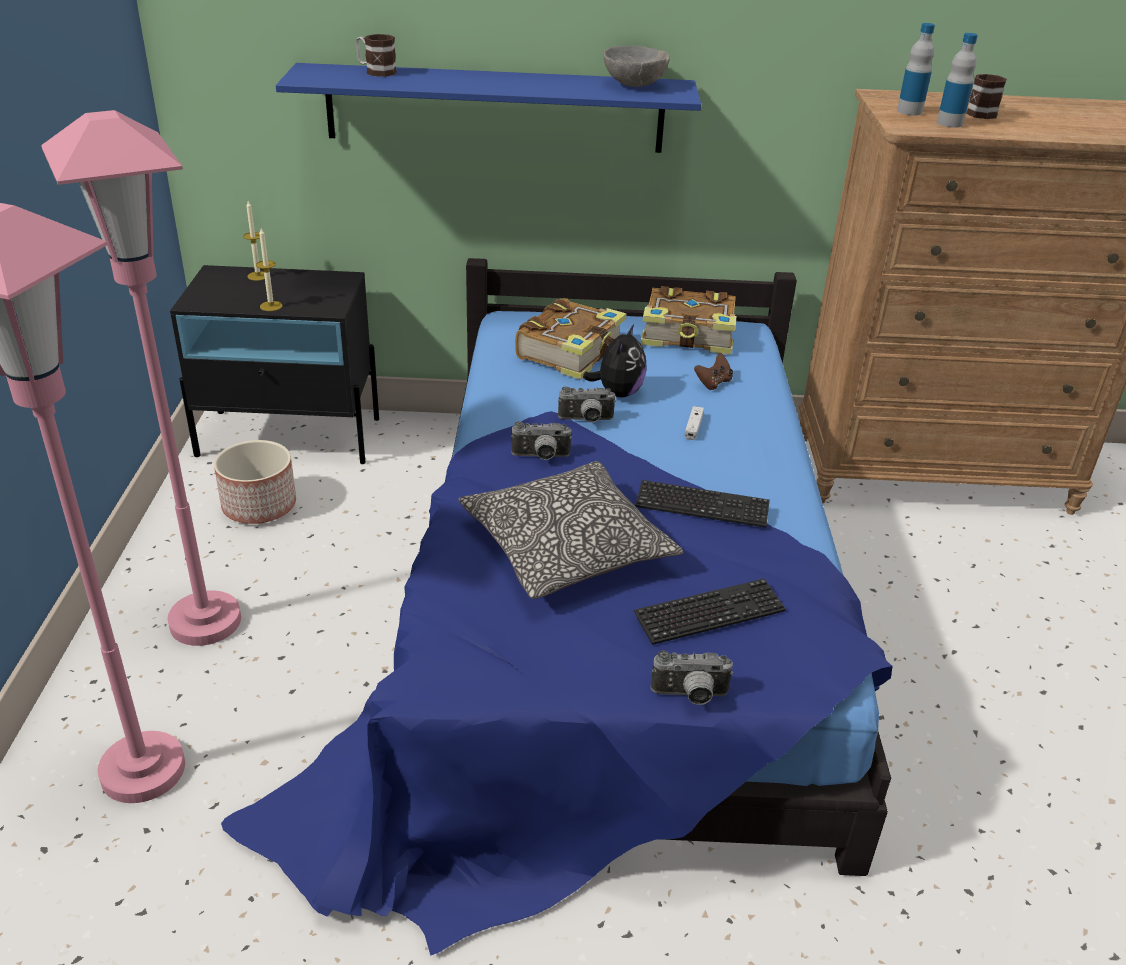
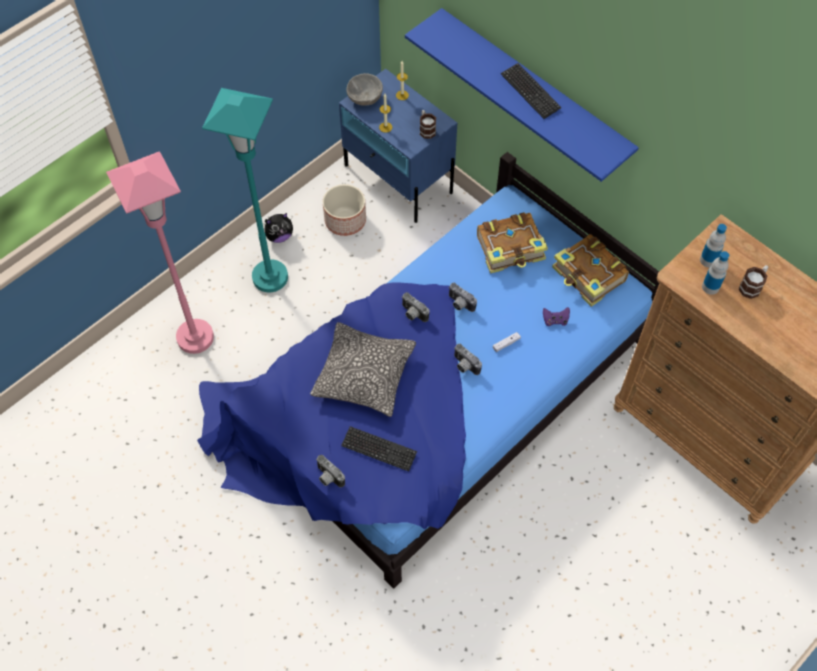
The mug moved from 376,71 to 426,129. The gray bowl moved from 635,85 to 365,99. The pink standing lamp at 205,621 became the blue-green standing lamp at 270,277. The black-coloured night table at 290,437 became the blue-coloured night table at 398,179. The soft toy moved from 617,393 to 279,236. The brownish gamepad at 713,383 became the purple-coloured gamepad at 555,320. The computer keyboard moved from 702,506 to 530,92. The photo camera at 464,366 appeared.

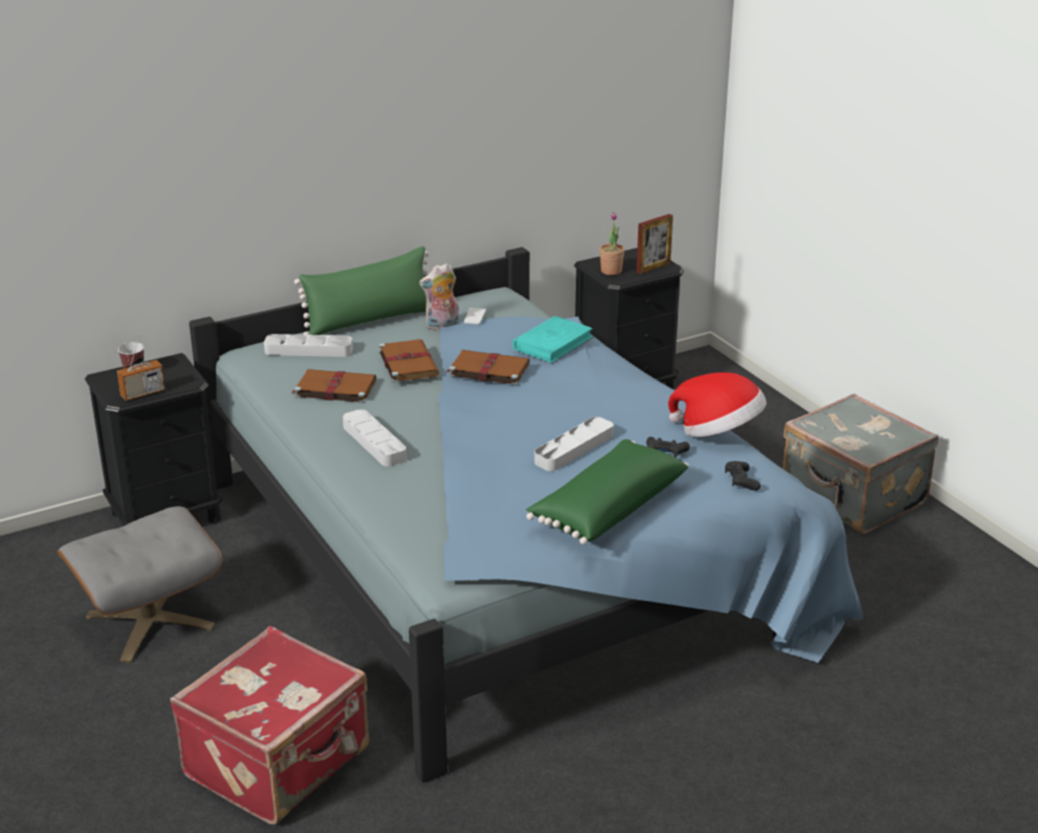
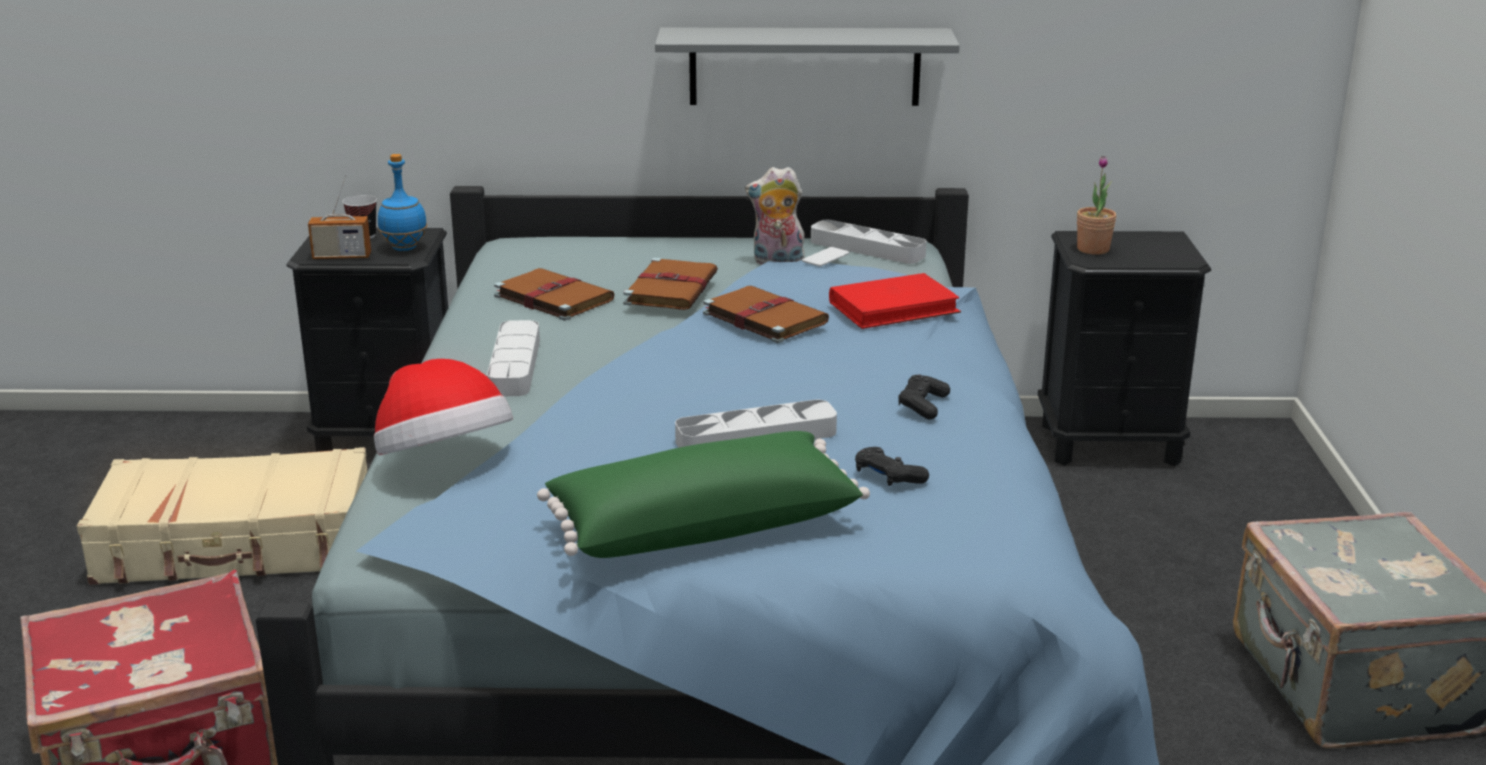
The photo frame at 653,268 disappeared. The green-coloured cushion at 370,321 disappeared. The blue-green book at 553,343 became the red book at 894,308. The gray tray moved from 308,350 to 867,248. The wearable hat moved from 718,432 to 444,462. The black-coloured gamepad moved from 741,481 to 923,405. The gray pouffe at 149,620 was replaced by the beige suitcase at 237,545. The gray wall shelf at 804,66 appeared. The blue-coloured beverage bottle at 404,248 appeared.

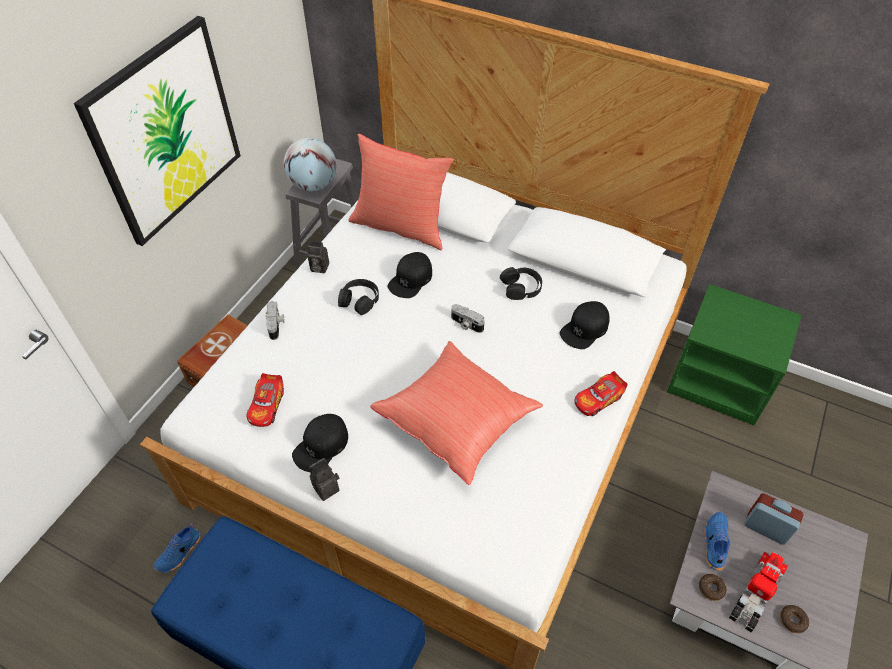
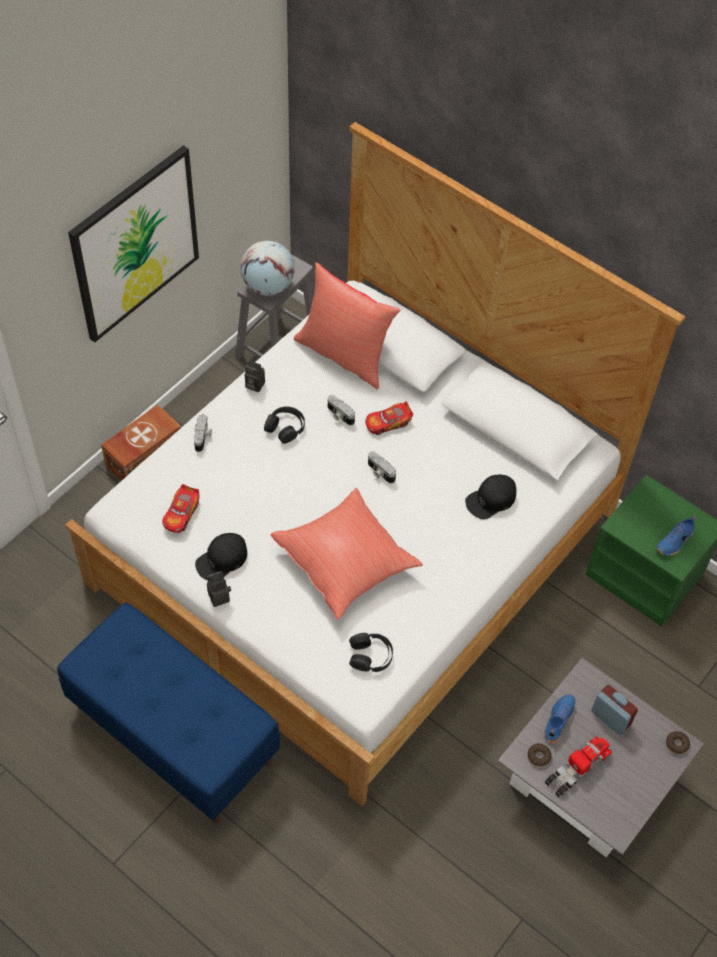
The black-coloured cap at 411,279 was replaced by the photo camera at 339,415. The black-coloured headset moved from 521,287 to 370,655. The model car moved from 598,399 to 388,422. The blue-coloured low shoe moved from 180,553 to 675,542. The donut moved from 792,620 to 677,744.

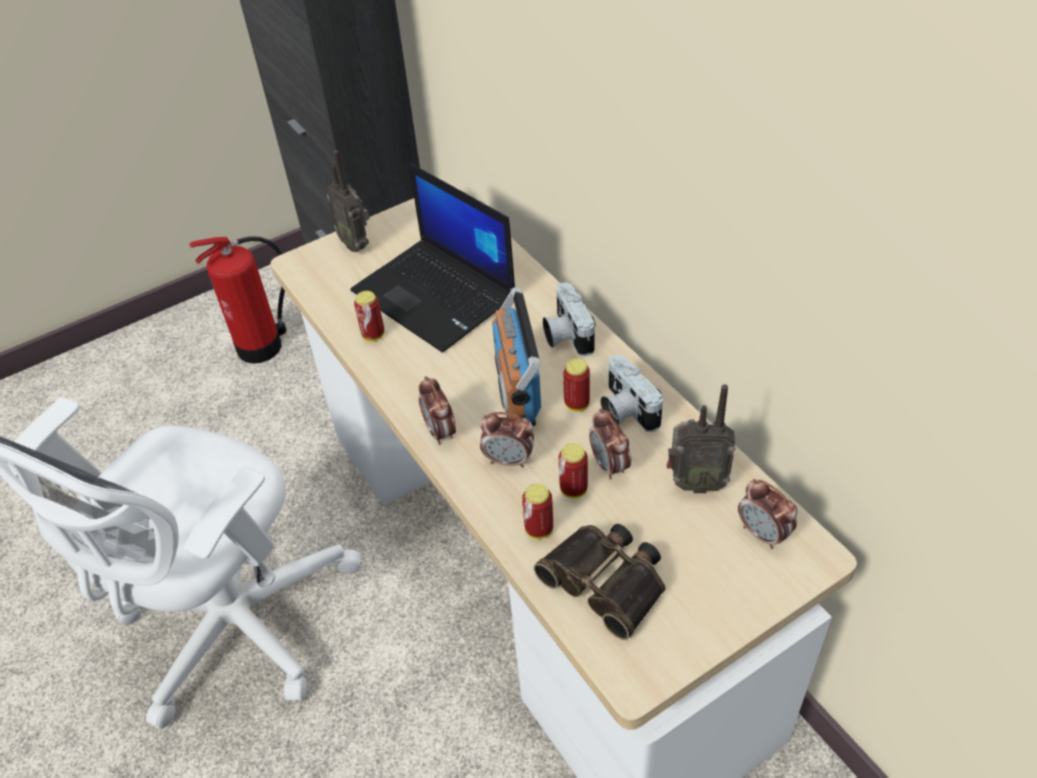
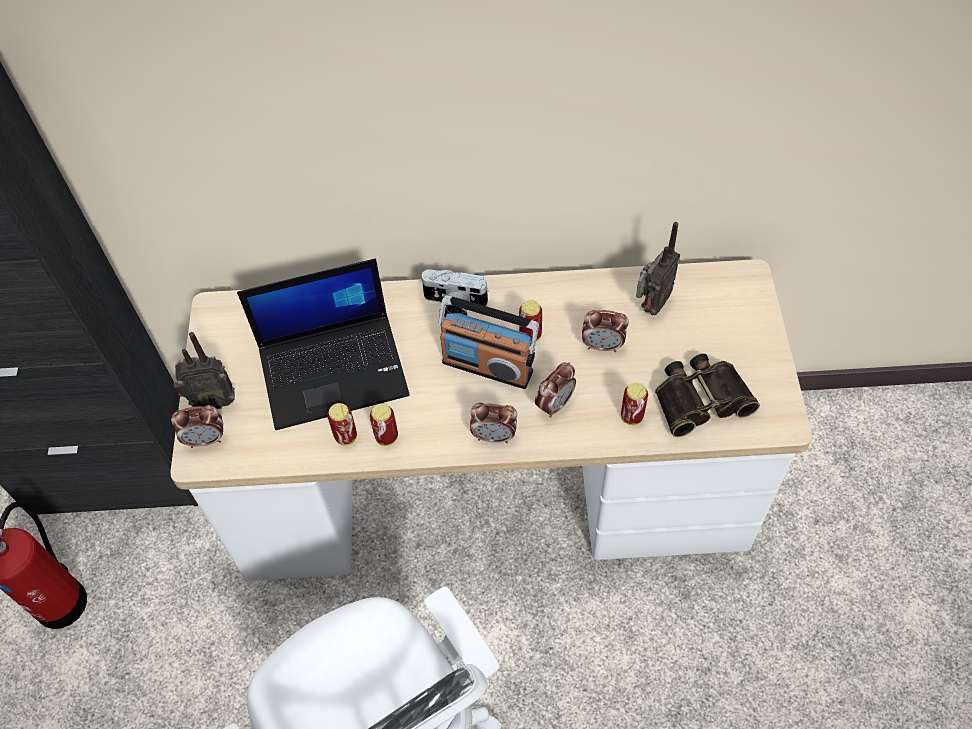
The photo camera at 624,410 disappeared. The sealed can moved from 573,489 to 386,437. The table clock moved from 763,534 to 206,439.

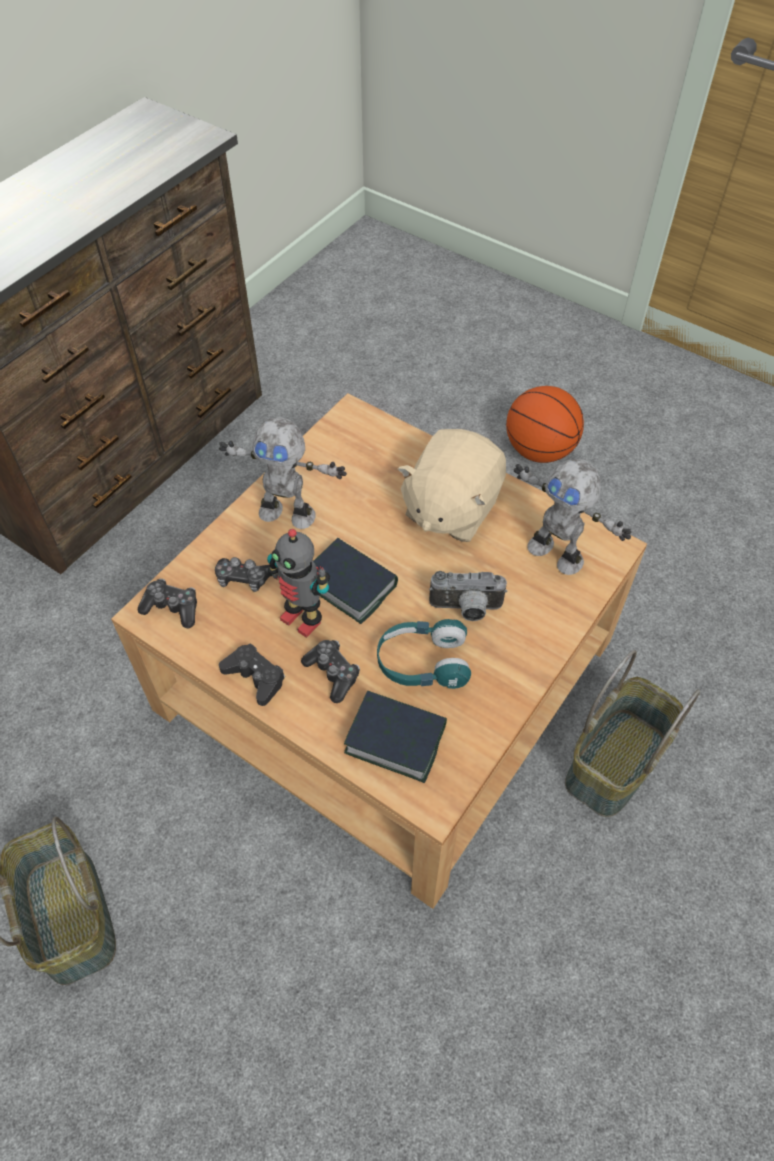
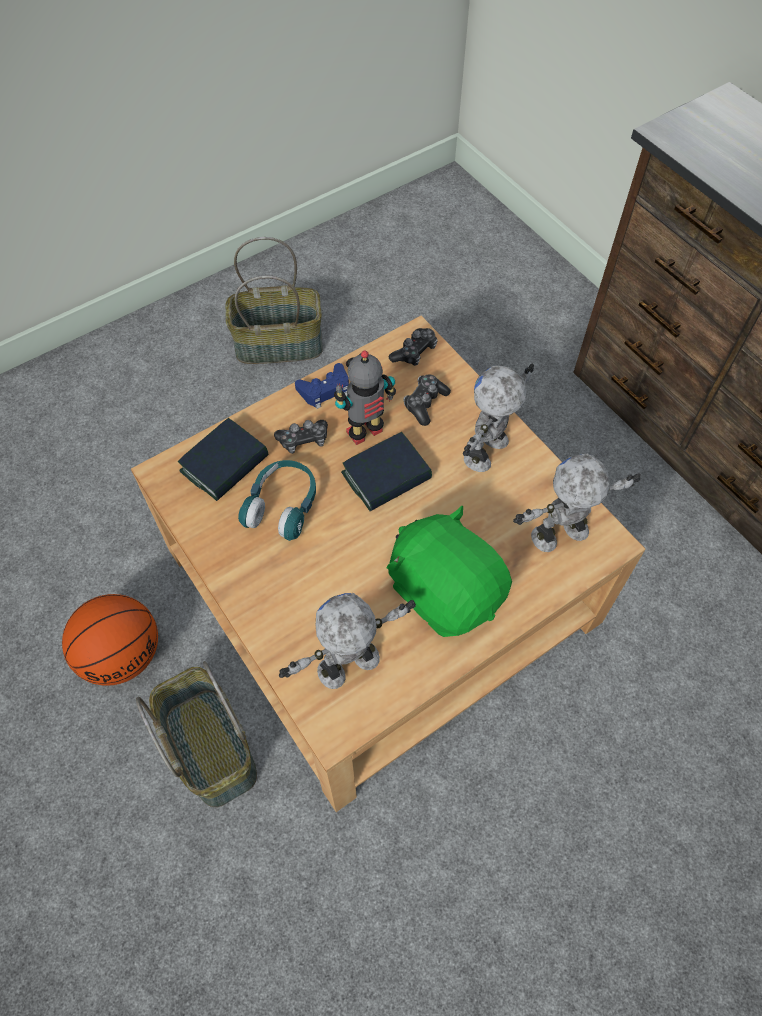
The basketball moved from 538,450 to 123,654. The beige soft toy at 450,508 became the green-coloured soft toy at 445,590. The photo camera at 466,609 disappeared. The black-coloured gamepad at 255,677 became the blue-coloured gamepad at 325,390. The model robot at 561,536 appeared.

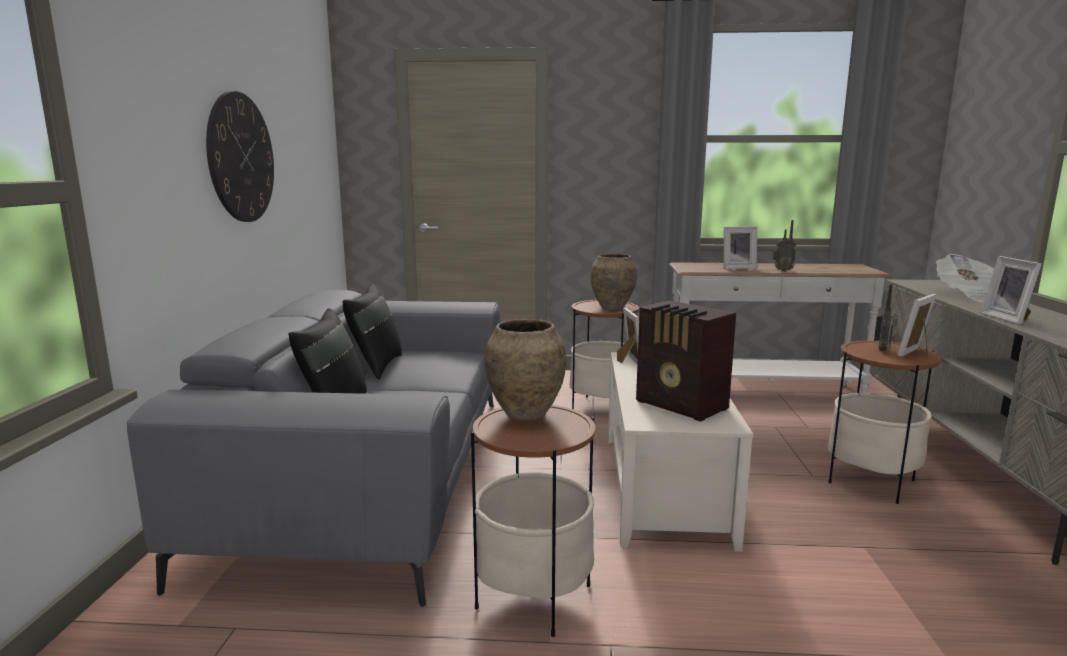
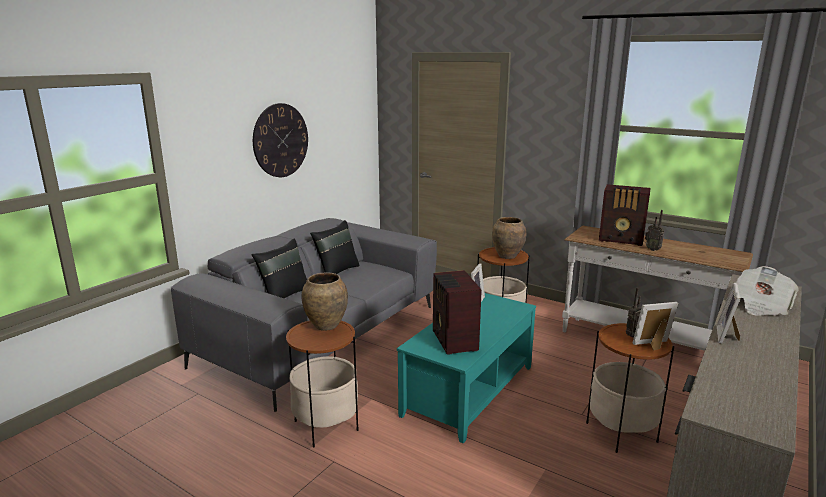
The photo frame at 737,267 was replaced by the radio receiver at 622,240. The beige low table at 663,486 became the blue-green low table at 469,390.

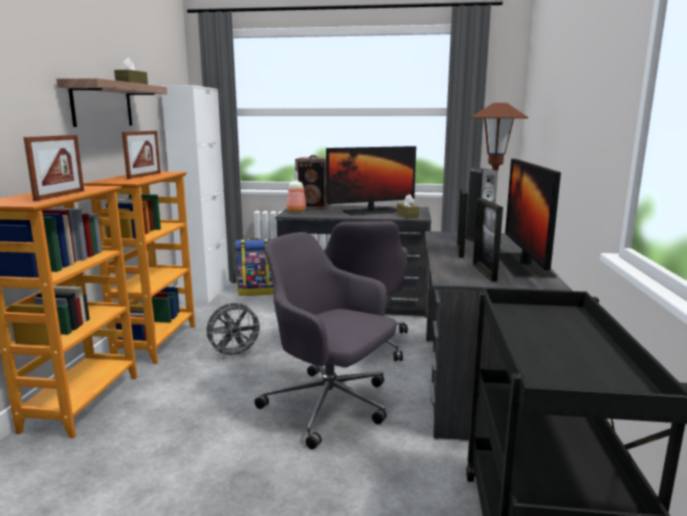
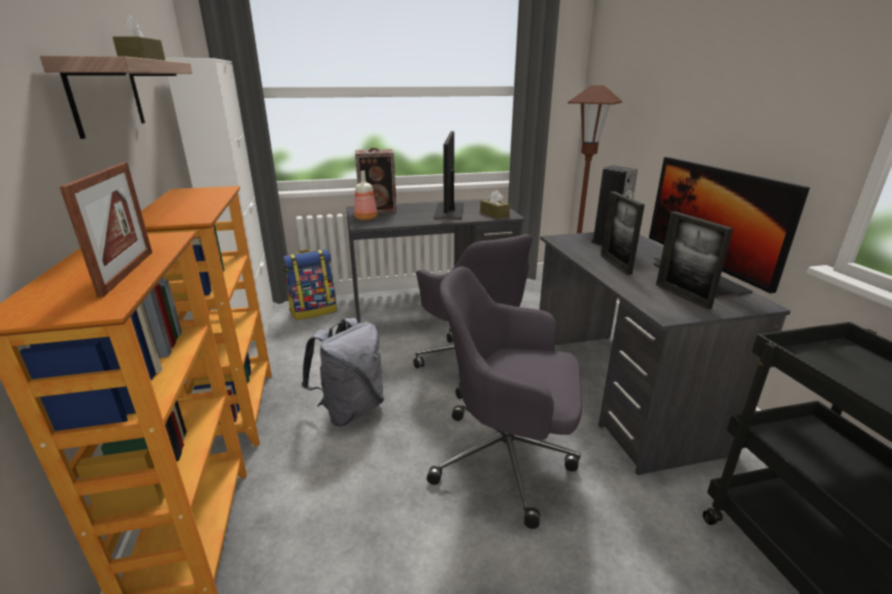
The photo frame at 144,176 disappeared. The computer display at 371,211 turned 135 degrees clockwise. The gray fan at 235,355 was replaced by the gray knapsack at 350,409.

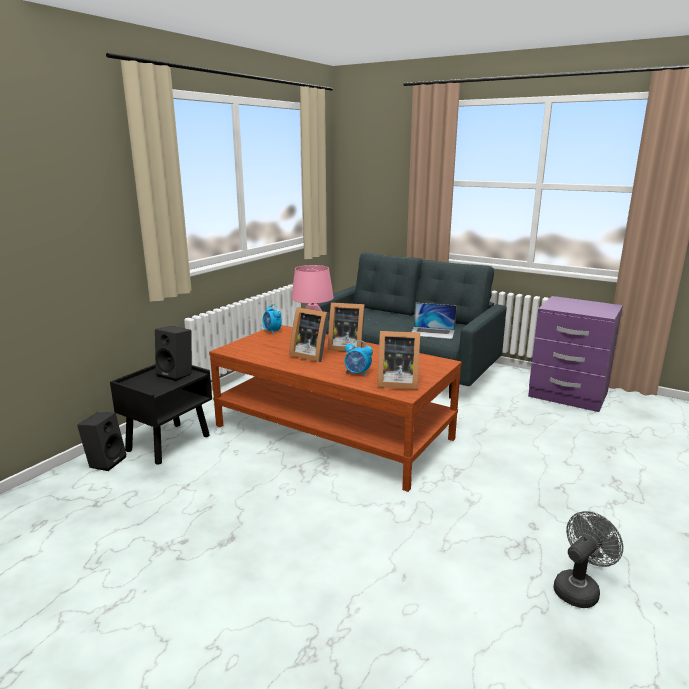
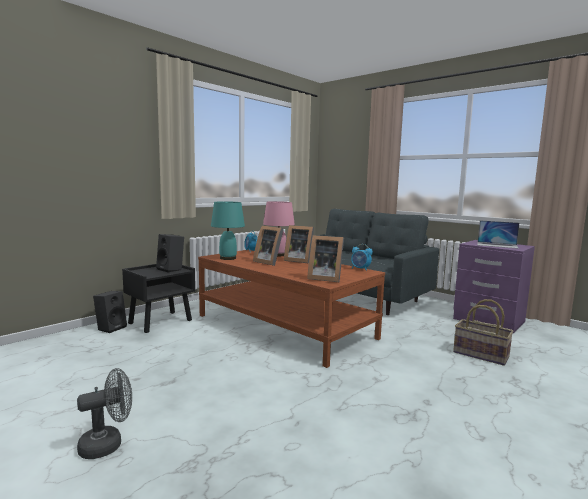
The notebook computer moved from 432,332 to 497,245. The table clock moved from 357,373 to 360,269. The gray fan moved from 579,588 to 108,444. The blue-green lamp for a table at 228,258 appeared. The storage basket at 480,355 appeared.

